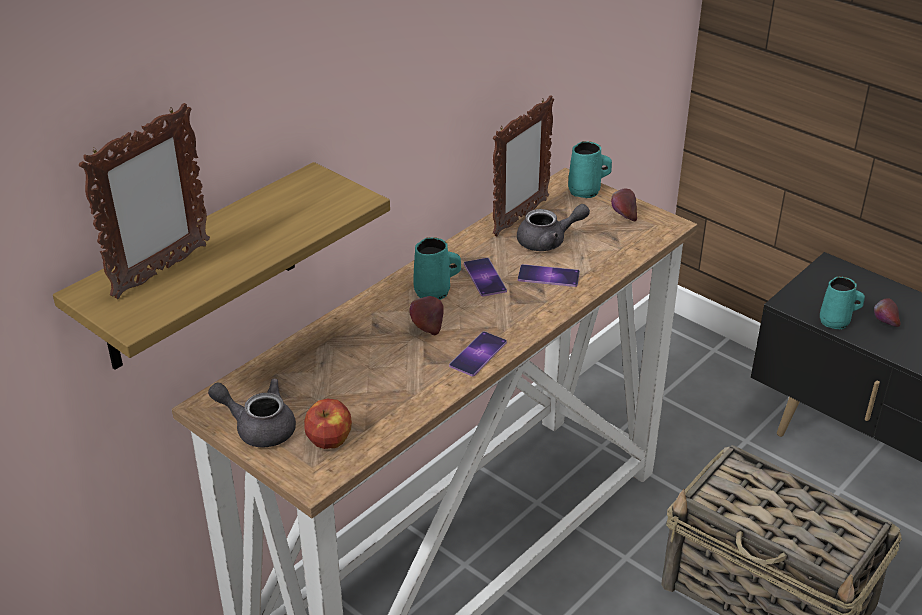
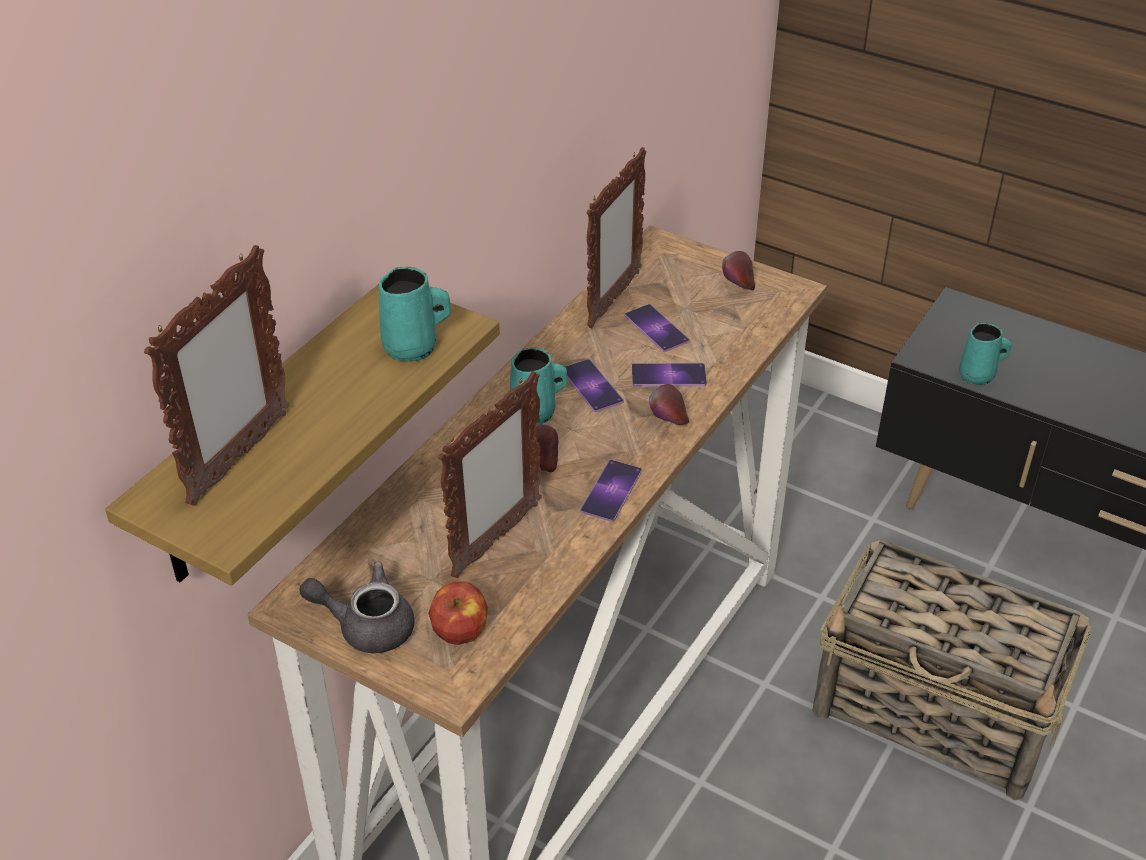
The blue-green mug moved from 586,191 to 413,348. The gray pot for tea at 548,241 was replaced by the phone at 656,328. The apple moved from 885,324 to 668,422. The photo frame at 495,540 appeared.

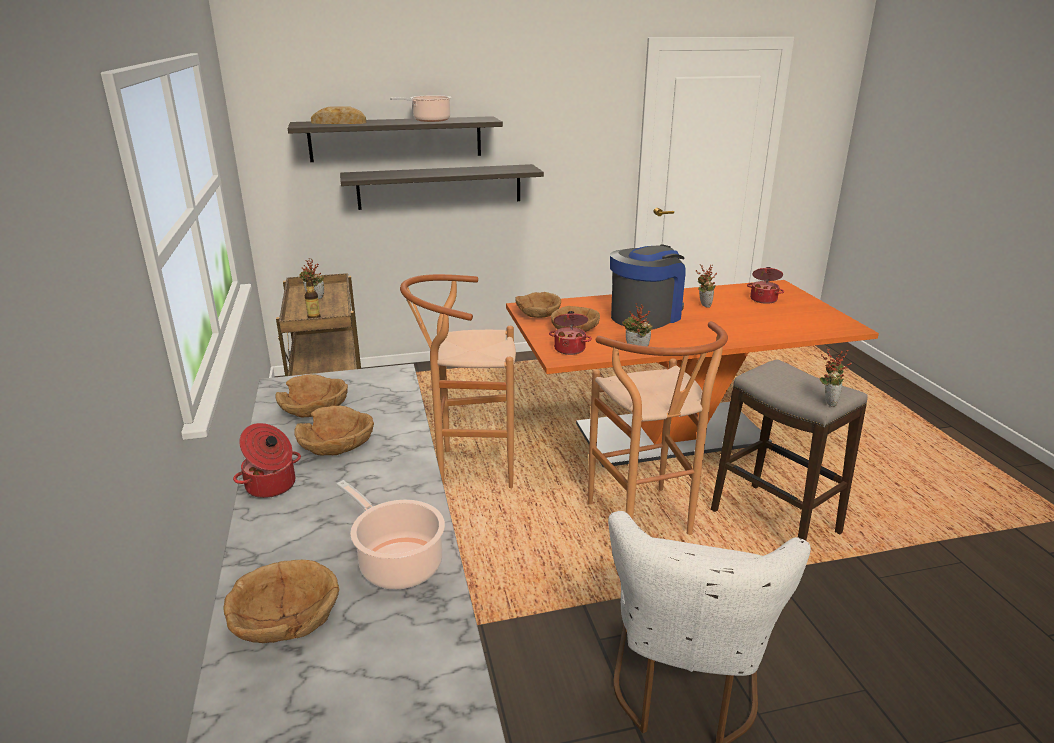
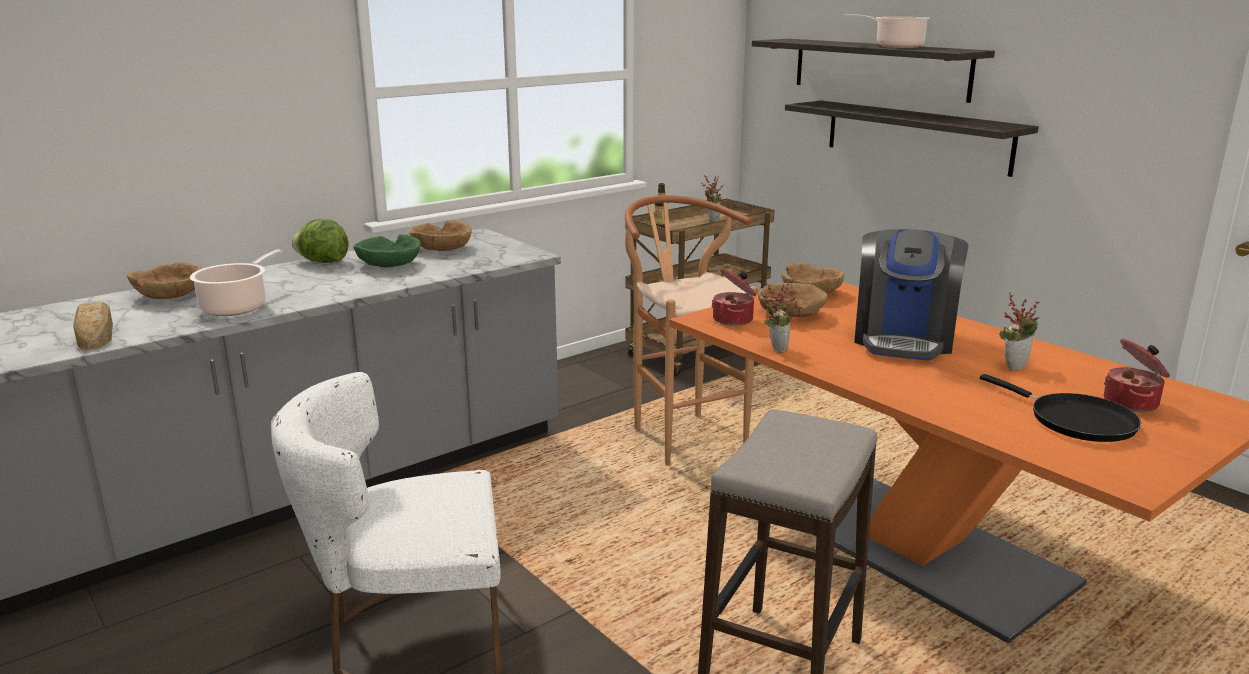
The bread moved from 339,122 to 95,333. The coffee machine at 645,316 turned 90 degrees clockwise. The brownish sitting stool at 646,524 disappeared. The potted plant at 827,401 disappeared. The brownish bowl at 337,446 became the green-coloured bowl at 389,265. The stockpot at 271,486 was replaced by the head of lettuce at 323,262. The black-coloured skillet at 1075,421 appeared.

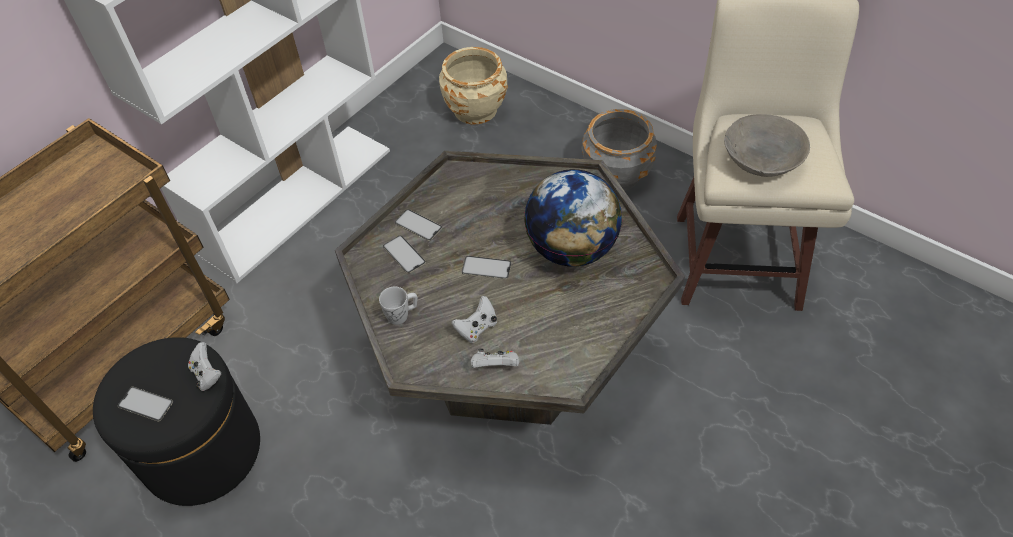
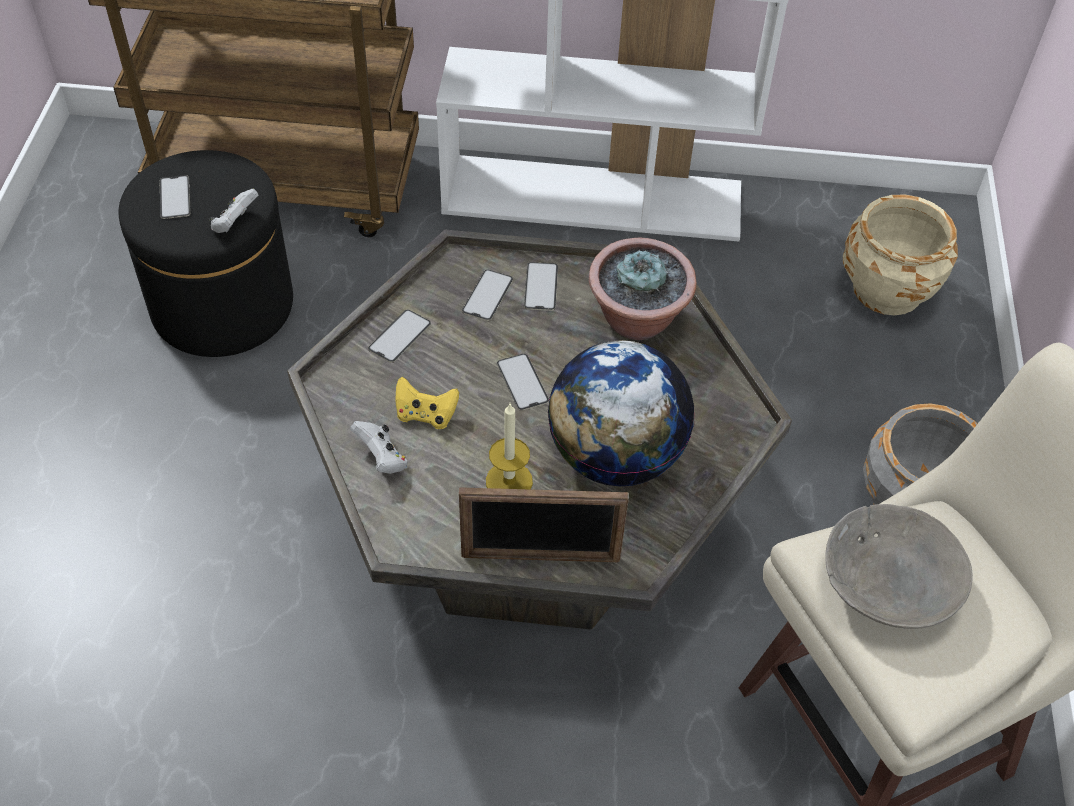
The white mug at 402,315 was replaced by the phone at 399,336. The white gamepad at 477,328 became the yellow gamepad at 426,415. The potted plant at 637,321 appeared. The wax light at 509,481 appeared. The photo frame at 540,557 appeared.

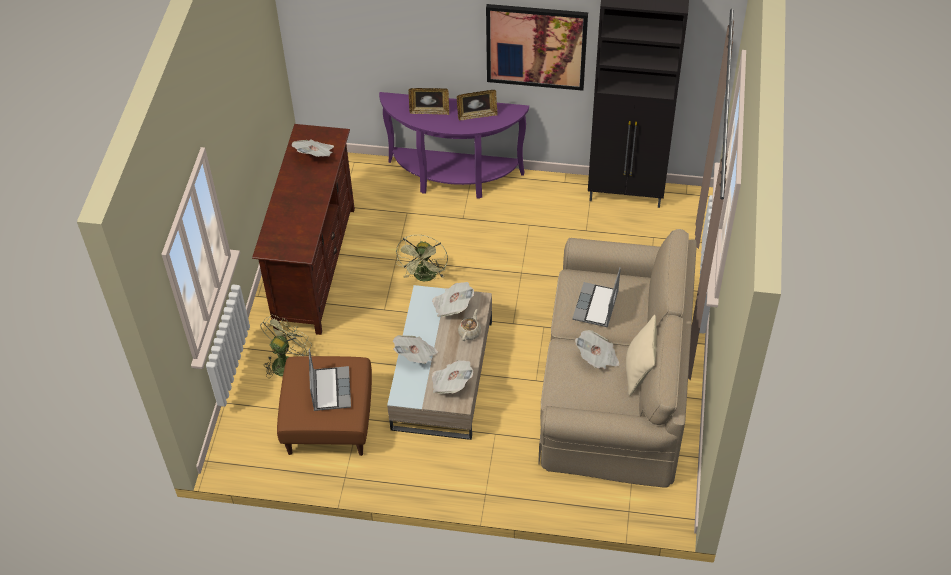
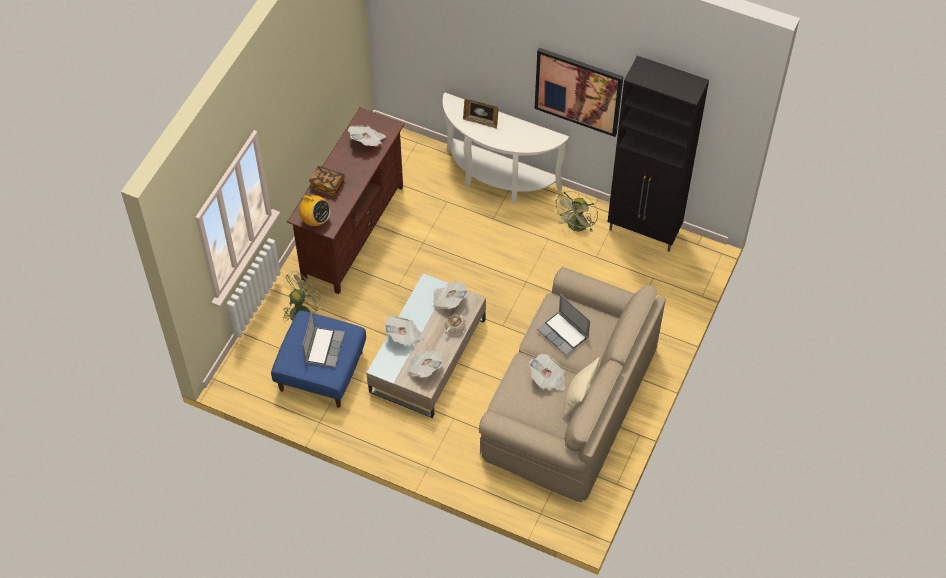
The photo frame at 477,115 disappeared. The purple-coloured console table at 453,179 became the white console table at 497,180. The green-coloured fan moved from 425,277 to 576,227. The notebook computer at 596,306 turned 75 degrees counterclockwise. The brownish pouffe at 328,420 became the blue-coloured pouffe at 321,370. The book at 327,185 appeared. The radio receiver at 315,220 appeared.

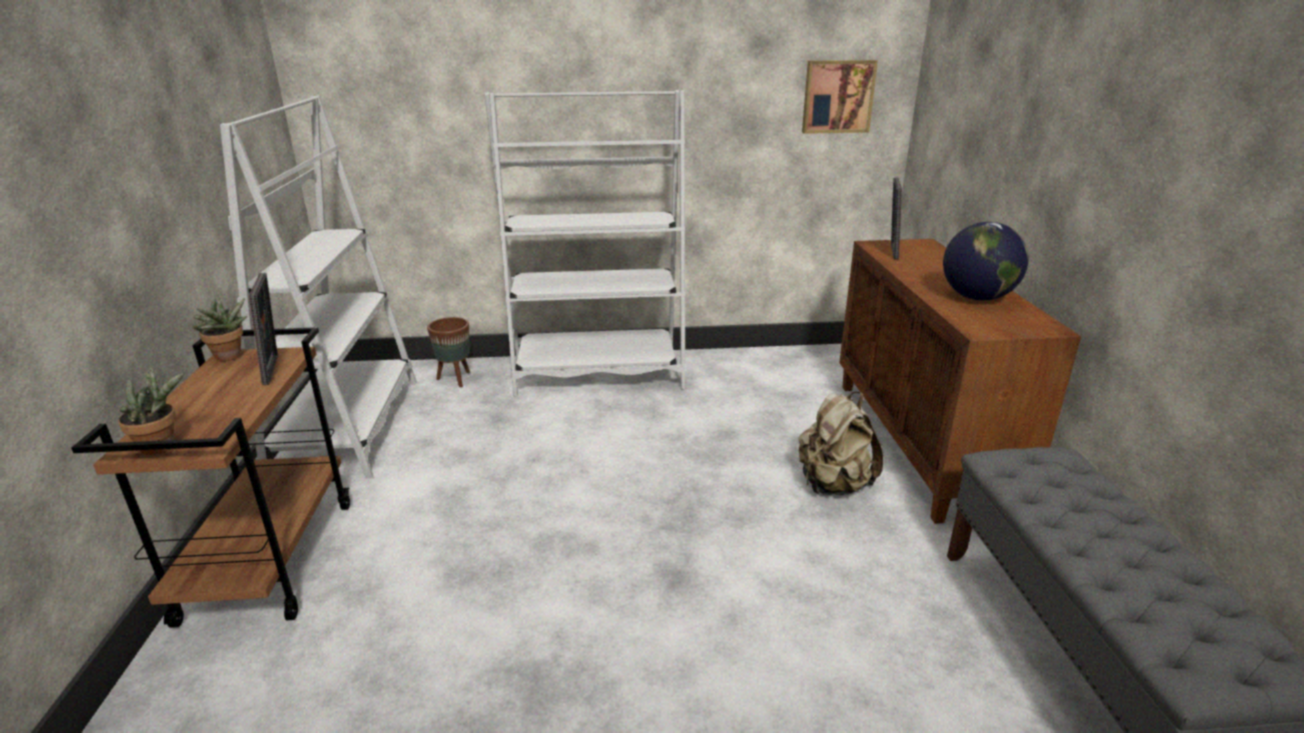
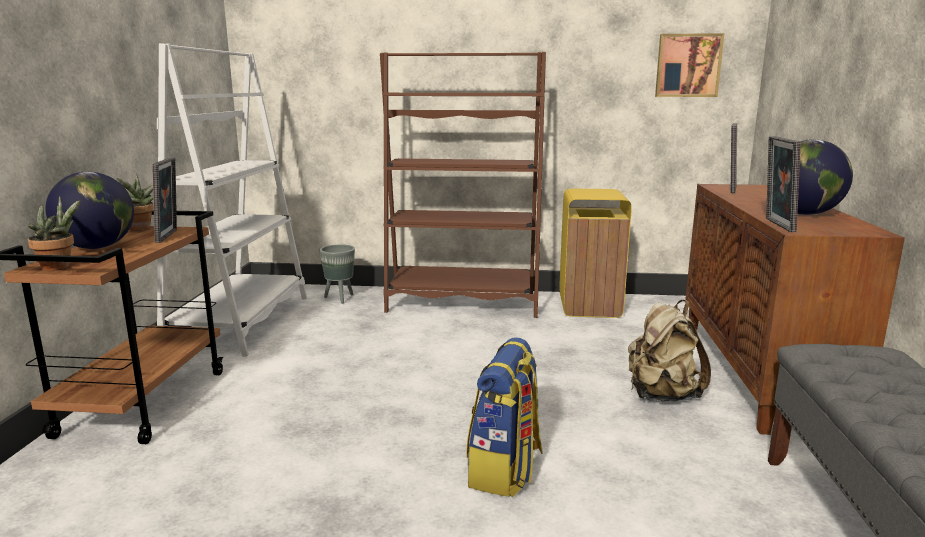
The white shelving unit at 597,374 became the brownish shelving unit at 462,303. The brownish plant pot at 455,379 became the gray plant pot at 340,298. The photo frame at 776,225 appeared. The desk globe at 97,247 appeared. The yellow rubbish bin at 590,306 appeared. The knapsack at 505,470 appeared.

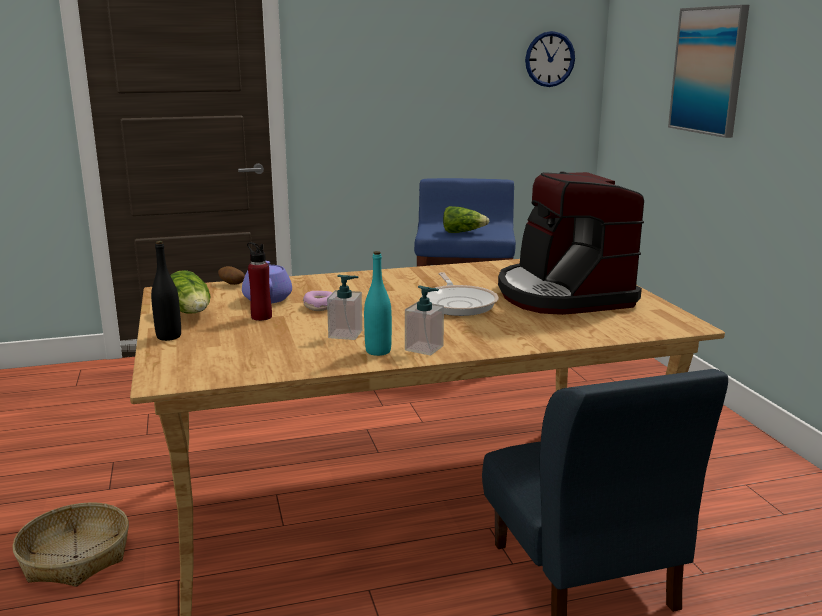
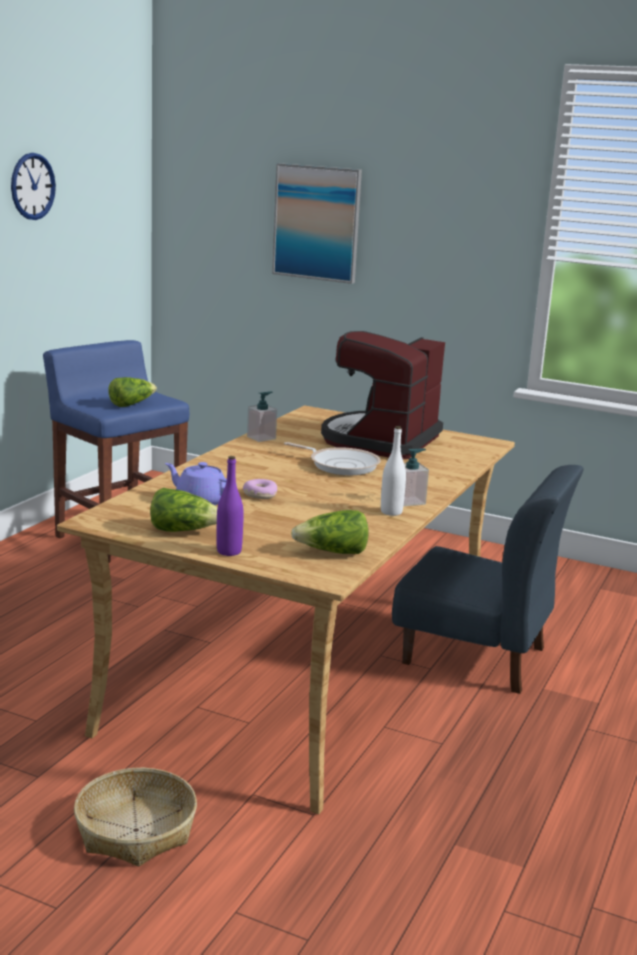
The wall clock moved from 549,59 to 32,186. The coffee machine at 562,294 turned 90 degrees clockwise. The black-coloured beverage bottle at 169,336 became the purple-coloured beverage bottle at 229,551. The red beverage bottle at 261,317 disappeared. The blue-green beverage bottle at 378,351 became the white beverage bottle at 391,512. The potato at 232,284 disappeared. The liquid soap bottle moved from 345,334 to 261,438. The head of lettuce at 333,552 appeared.

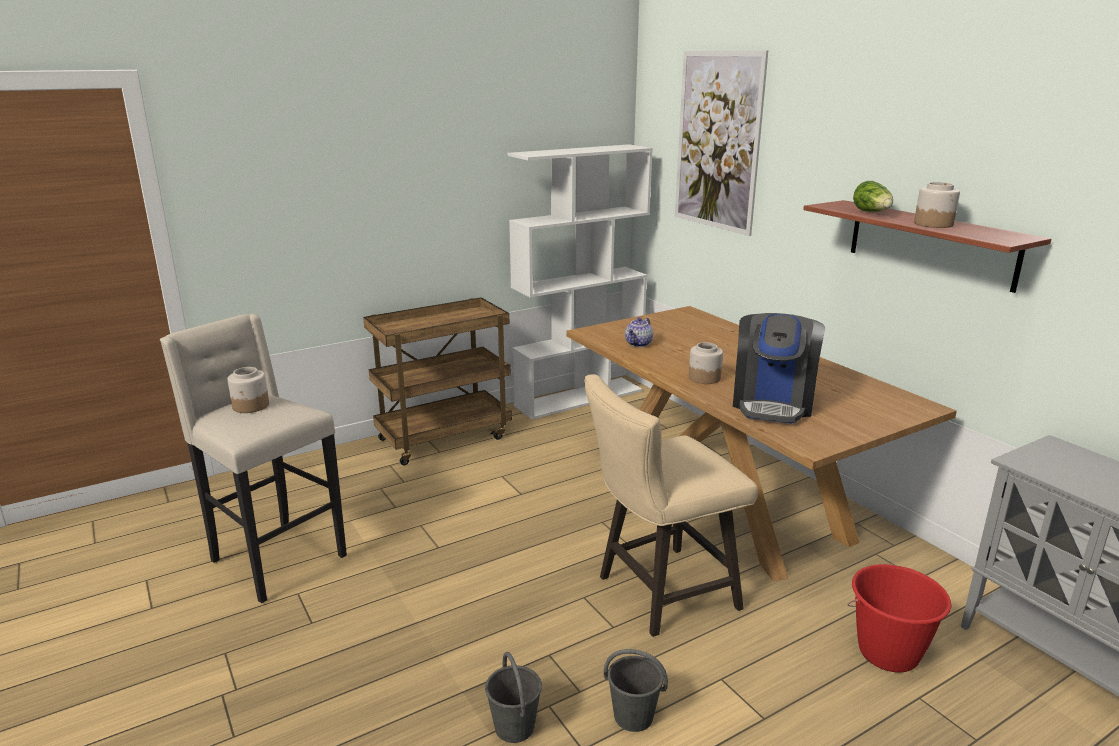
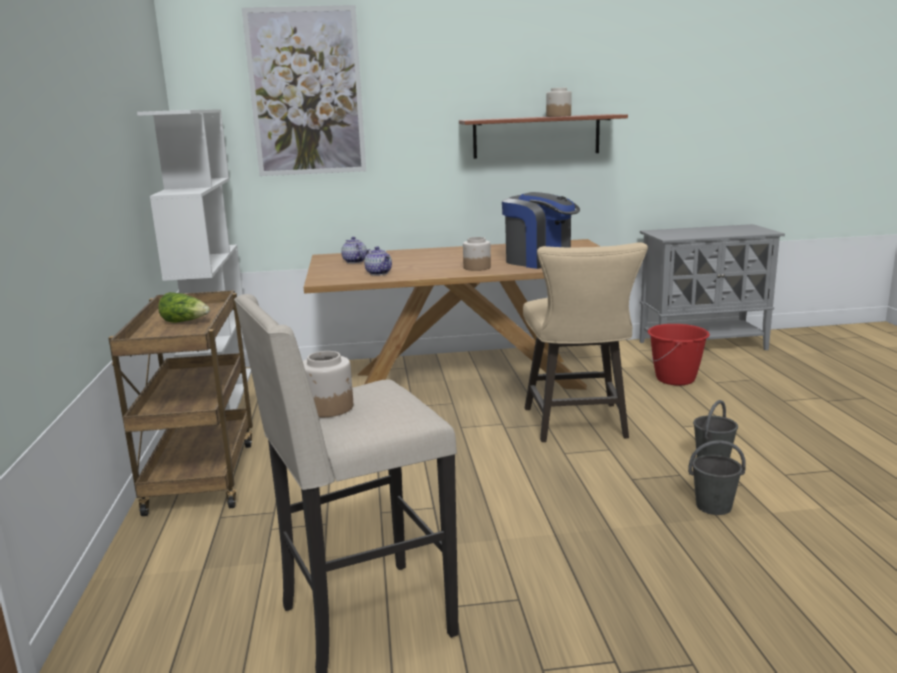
The head of lettuce moved from 873,213 to 185,322. The pot for tea at 354,261 appeared.

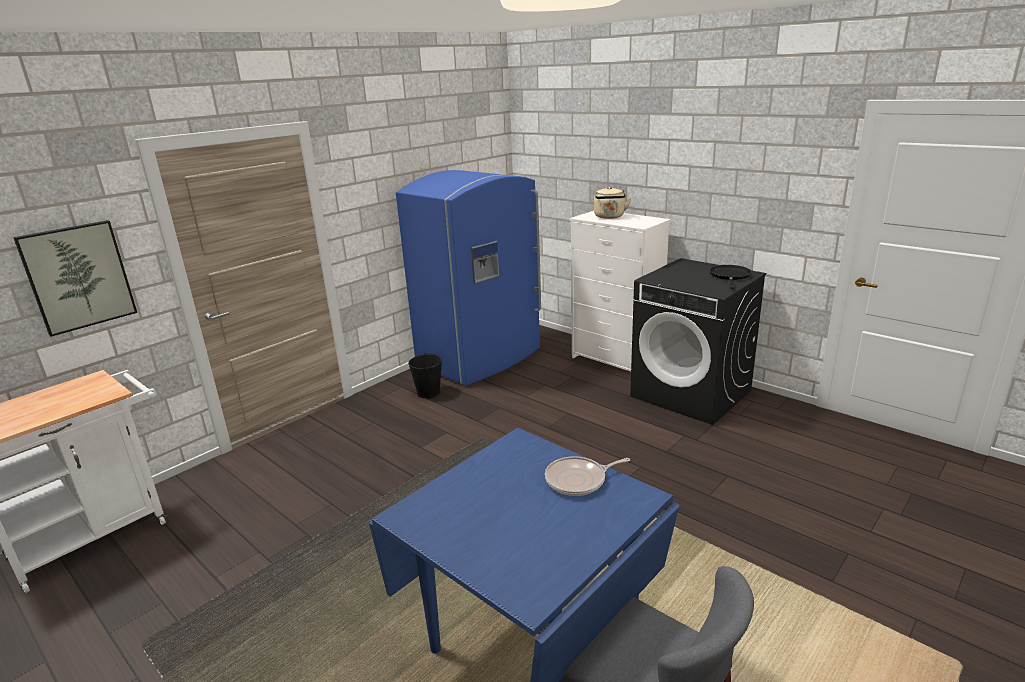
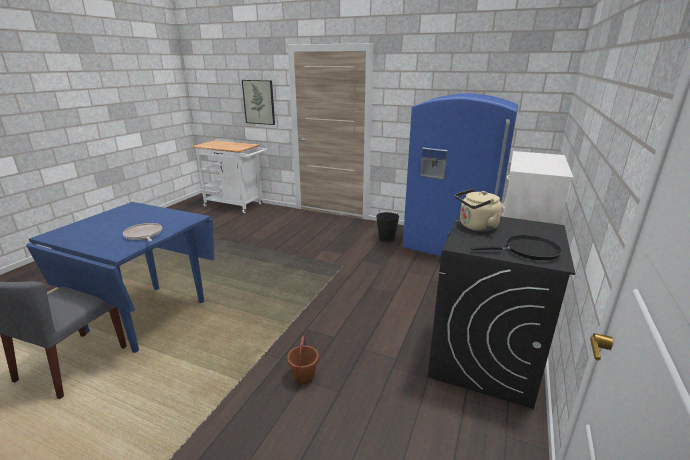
The beige kettle moved from 609,217 to 476,227. The brownish water bucket at 303,376 appeared.

